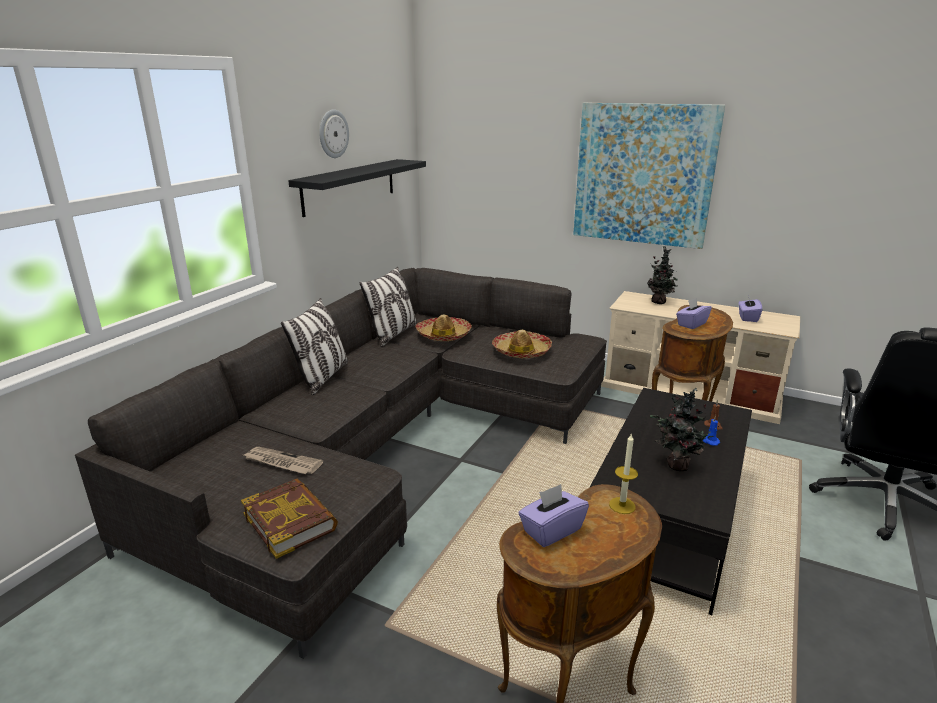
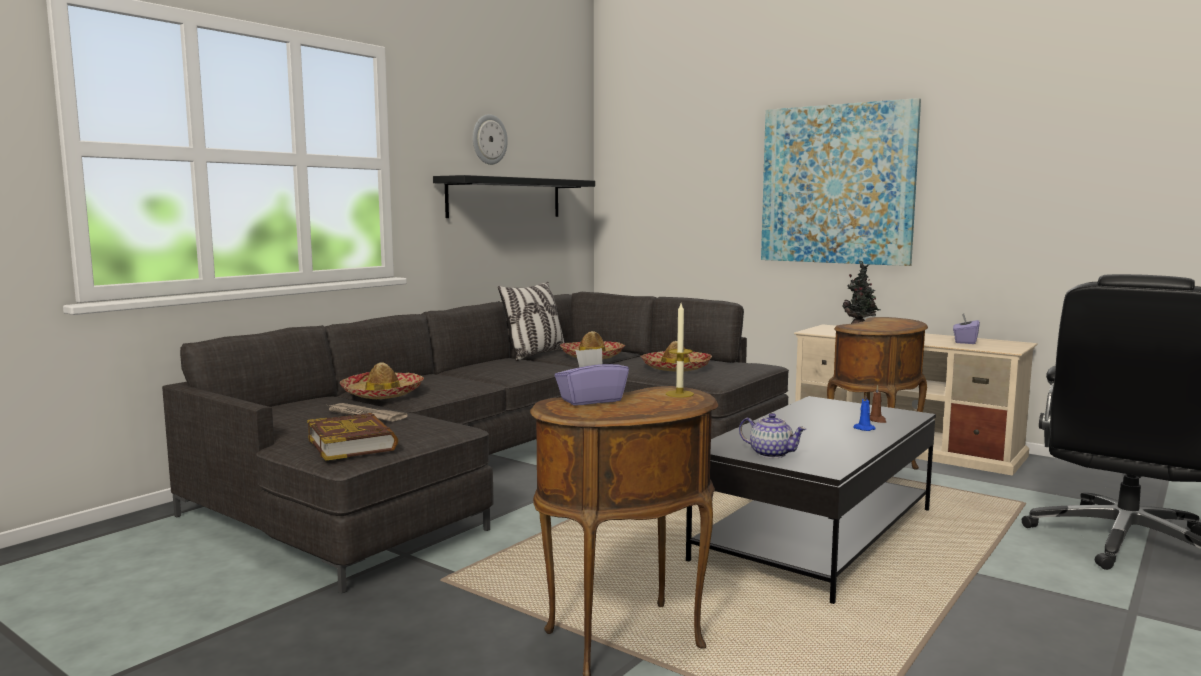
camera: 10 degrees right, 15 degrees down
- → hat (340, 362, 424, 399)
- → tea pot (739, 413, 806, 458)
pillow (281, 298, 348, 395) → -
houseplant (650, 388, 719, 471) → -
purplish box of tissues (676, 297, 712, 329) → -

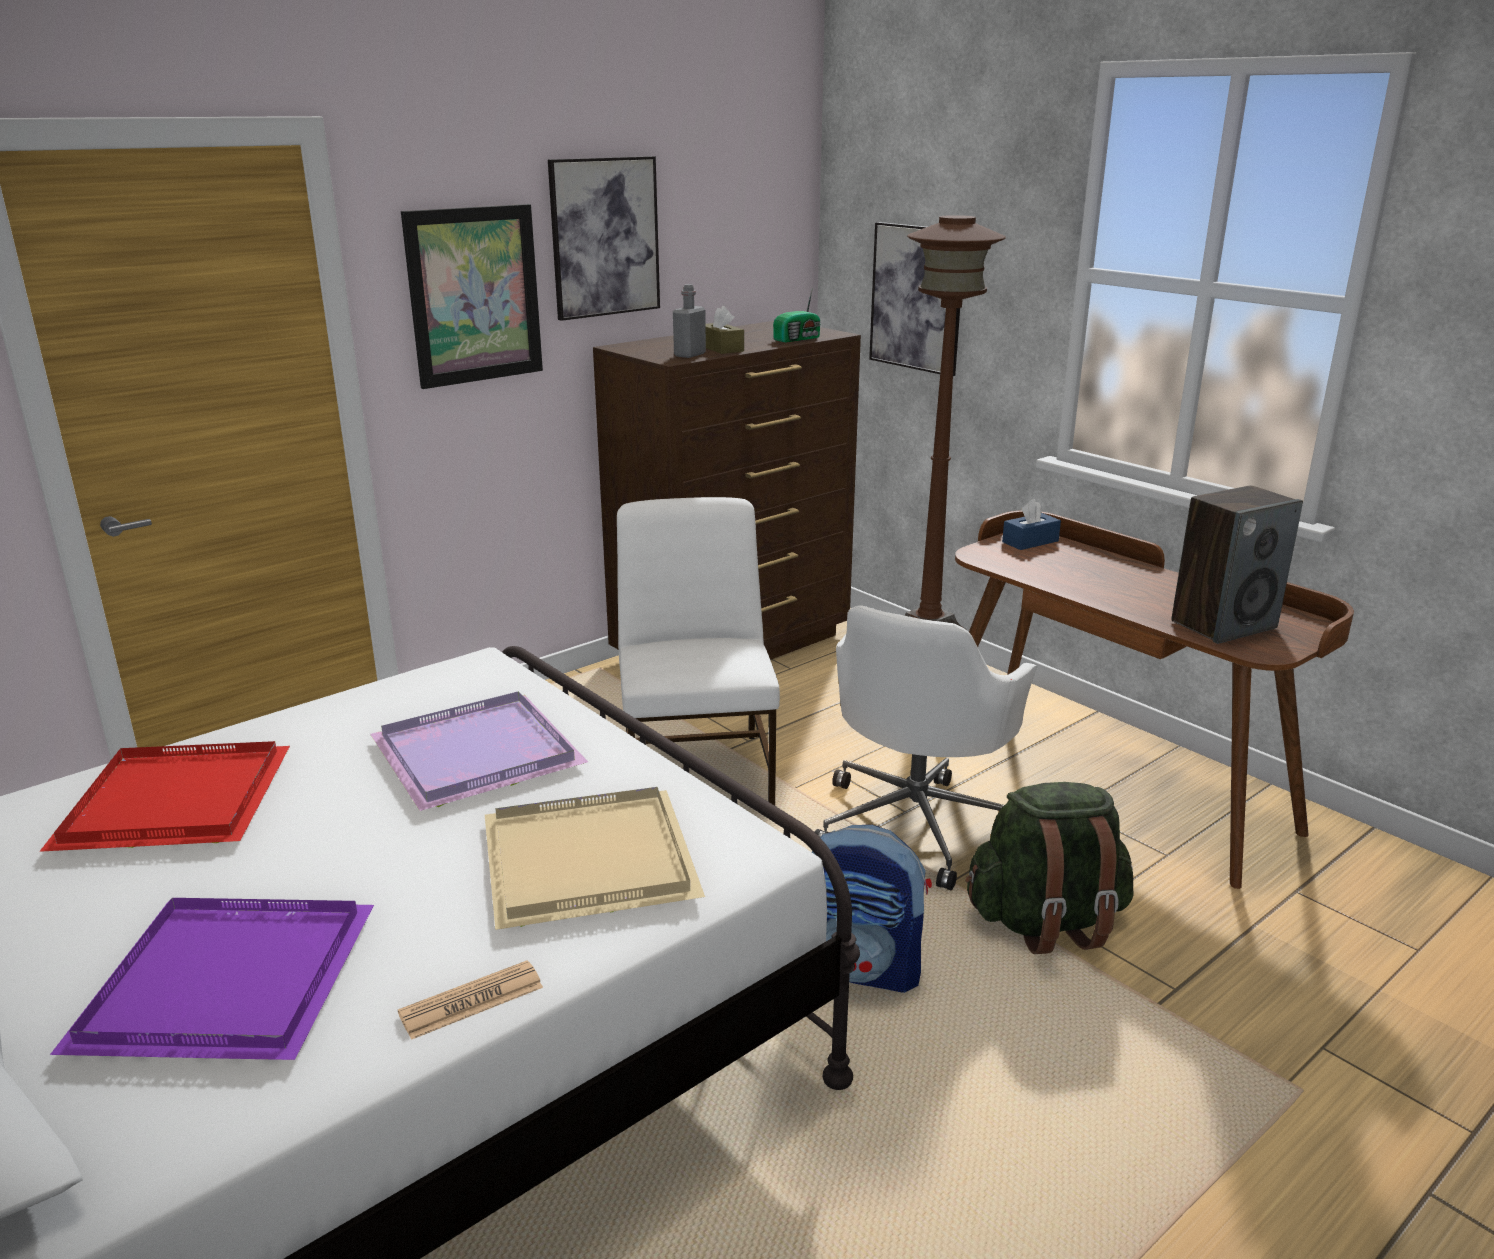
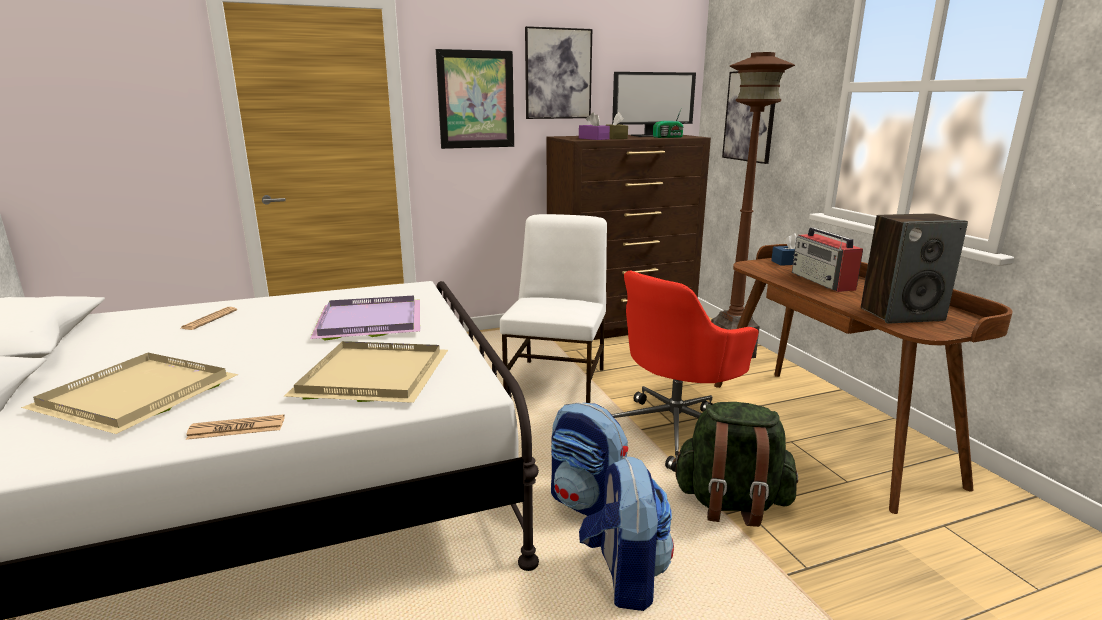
camera: 20 degrees right, 5 degrees down
purplish serving tray (50, 898, 374, 1060) → sand-coloured serving tray (21, 353, 239, 434)
red-coloured serving tray (39, 741, 290, 852) → printed paper (181, 307, 237, 330)
gray bottle (673, 284, 706, 358) → purplish box of tissues (579, 112, 610, 140)
- → backpack (579, 456, 674, 611)
whitish desk chair (815, 605, 1037, 890) → red-coloured desk chair (611, 271, 759, 472)
- → computer screen (612, 72, 696, 137)
- → radio receiver (792, 227, 863, 292)

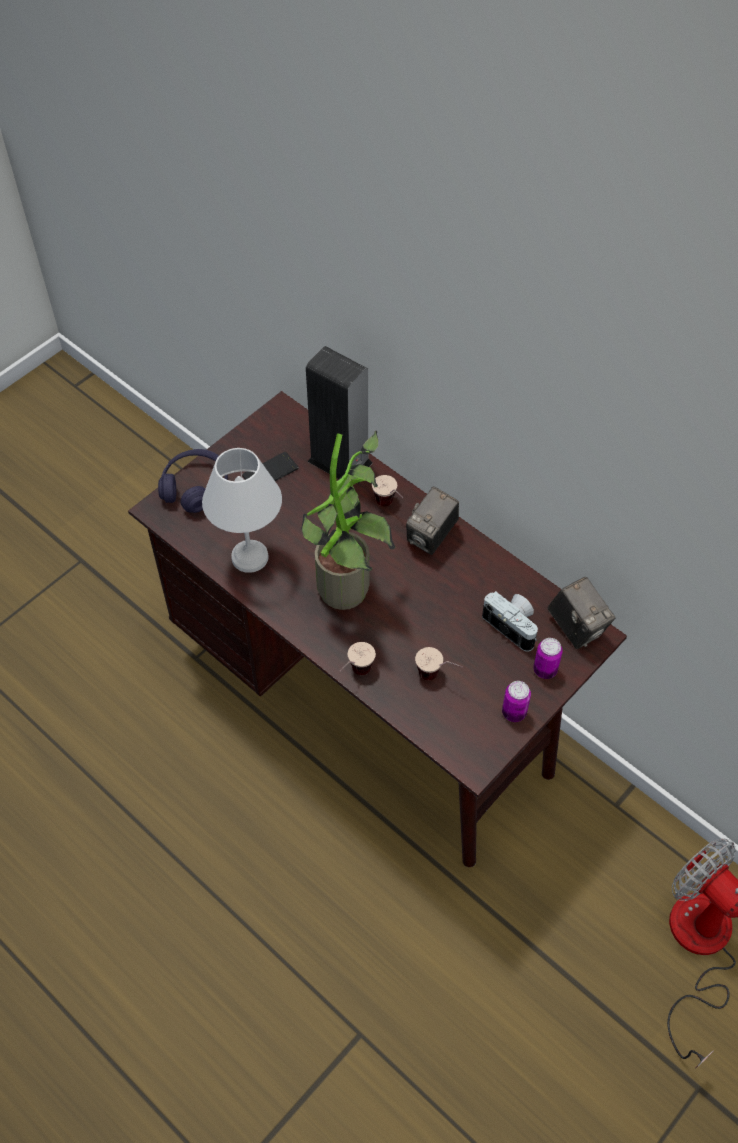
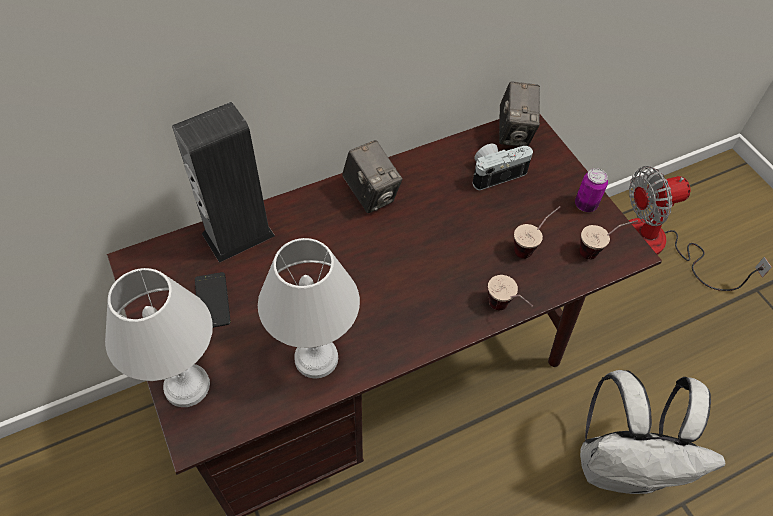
camera: 70 degrees left, 0 degrees up
purplish headset (158, 449, 228, 513) → whitish tabletop lamp (105, 268, 213, 407)
still camera (547, 577, 616, 649) → still camera (499, 82, 540, 146), 105 degrees clockwise
small cup (372, 475, 403, 507) → small cup (579, 220, 638, 260), move
- → whitish backpack (580, 370, 725, 494)
houseplant (301, 431, 395, 610) → -
sealed can (533, 638, 563, 679) → -

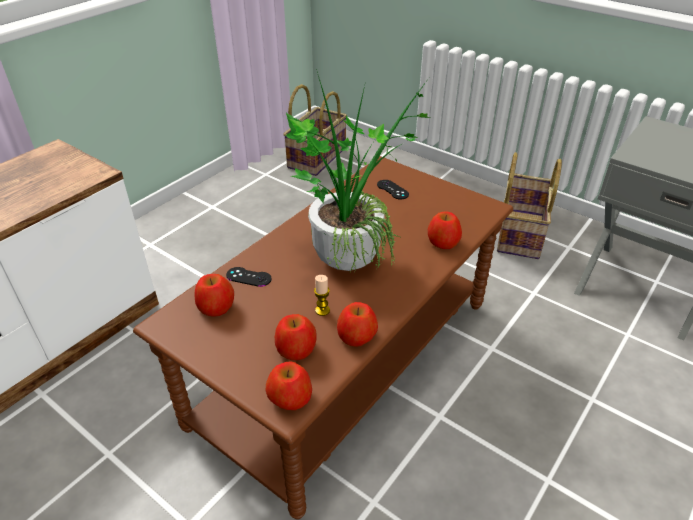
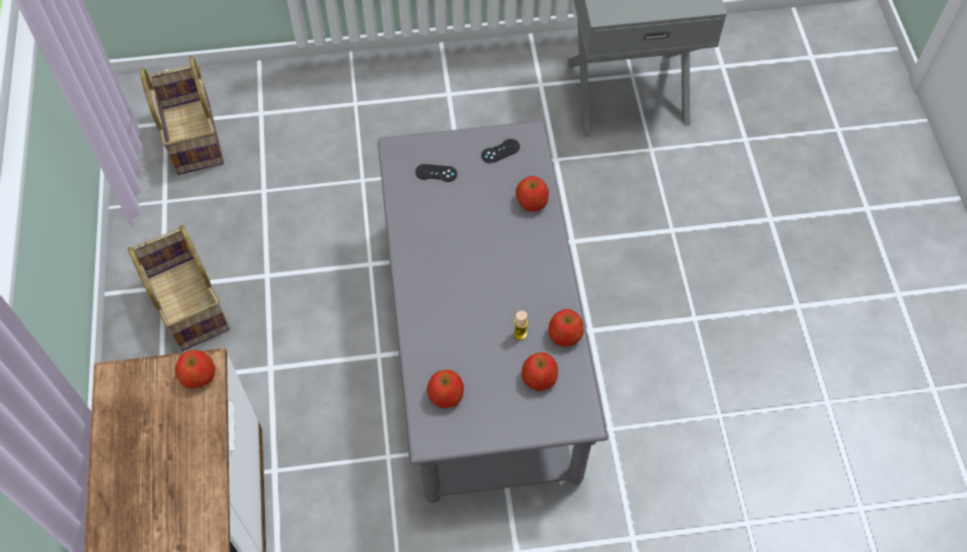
camera: 45 degrees left, 20 degrees up
storage basket (497, 152, 562, 259) → storage basket (128, 225, 229, 351), move
apple (266, 361, 312, 410) → apple (175, 350, 215, 388), move
brown-coloured lounge table (133, 156, 513, 519) → gray lounge table (378, 121, 608, 503)
black joypad (226, 267, 272, 287) → black joypad (481, 139, 520, 163), move
houseplant (286, 69, 430, 272) → -

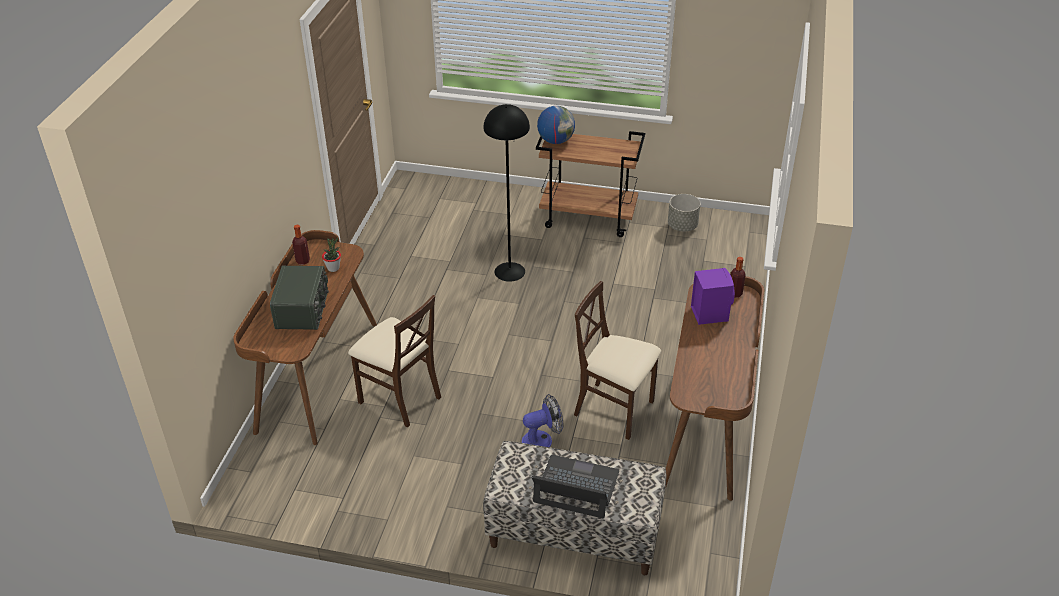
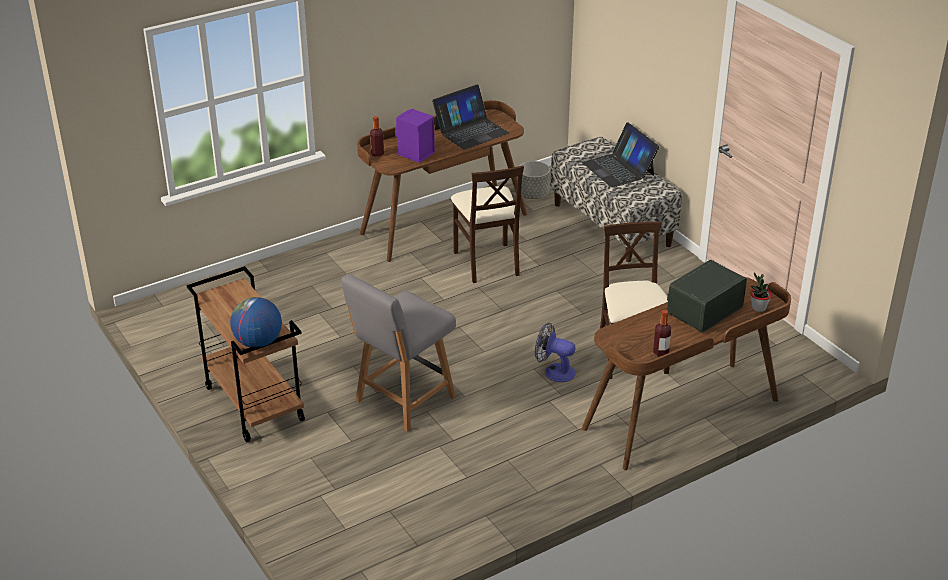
camera: 135 degrees left, 5 degrees down
black standing lamp (483, 104, 530, 282) → gray upright chair (341, 274, 456, 432)
- → notebook computer (432, 84, 509, 150)
gray flower pot (668, 194, 701, 231) → gray flower pot (519, 161, 550, 199), move
electric fan (522, 394, 564, 447) → electric fan (535, 323, 576, 382), move
houseplant (322, 237, 341, 272) → houseplant (750, 272, 772, 312), move

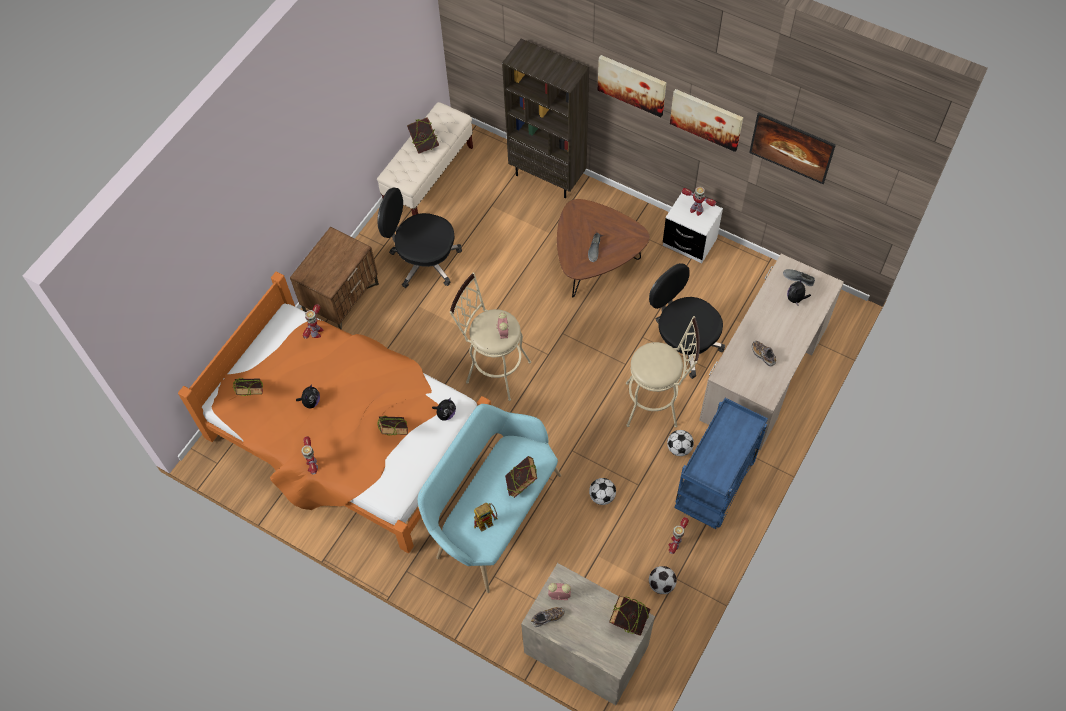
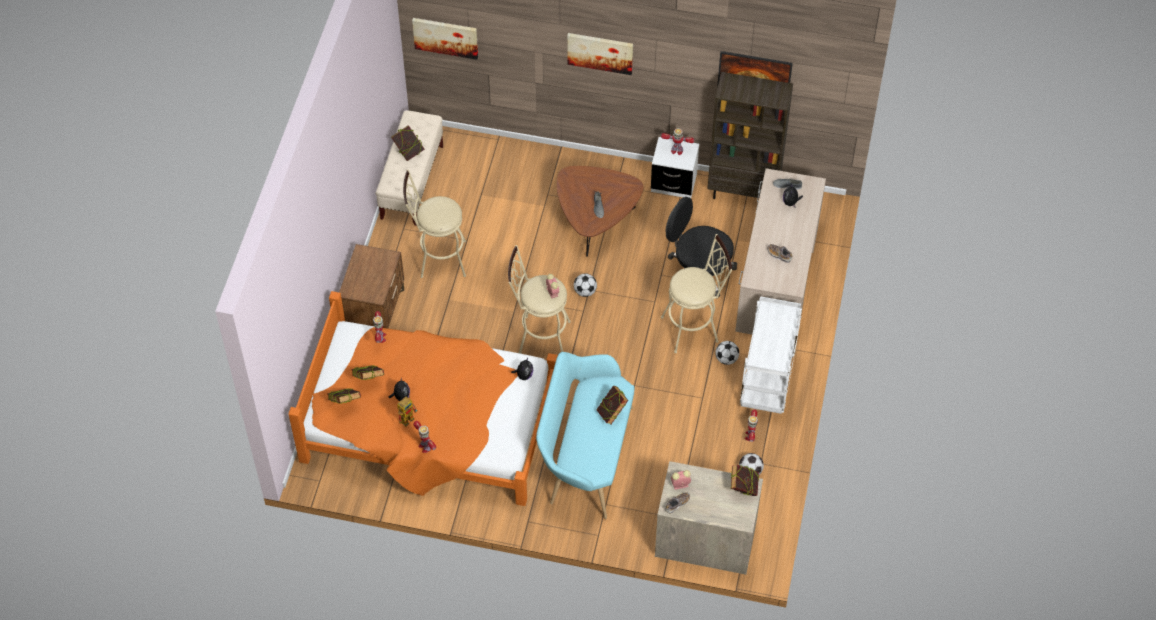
camera: 20 degrees left, 5 degrees down
bound book (377, 416, 408, 435) → bound book (351, 365, 384, 380), move
model robot (474, 503, 498, 532) → model robot (397, 396, 418, 426), move
black desk chair (377, 187, 462, 288) → sand-coloured stool seat (403, 169, 466, 278)
wall picture (670, 89, 743, 152) → wall picture (412, 18, 478, 60), move
football ball (589, 478, 616, 505) → football ball (574, 273, 597, 297), move
brown-coloured shelving unit (502, 39, 589, 198) → brown-coloured shelving unit (707, 72, 793, 199), move
blue wheeled cart (675, 398, 768, 529) → whitish wheeled cart (740, 296, 802, 414)

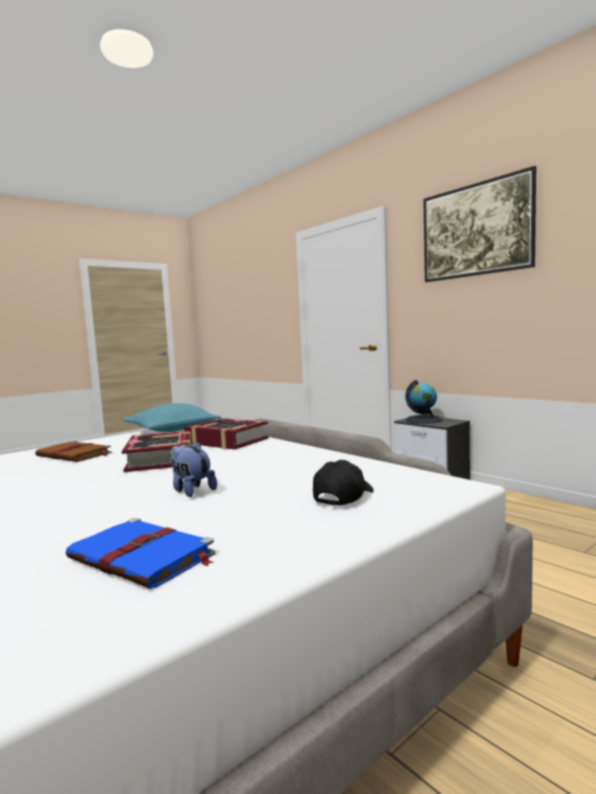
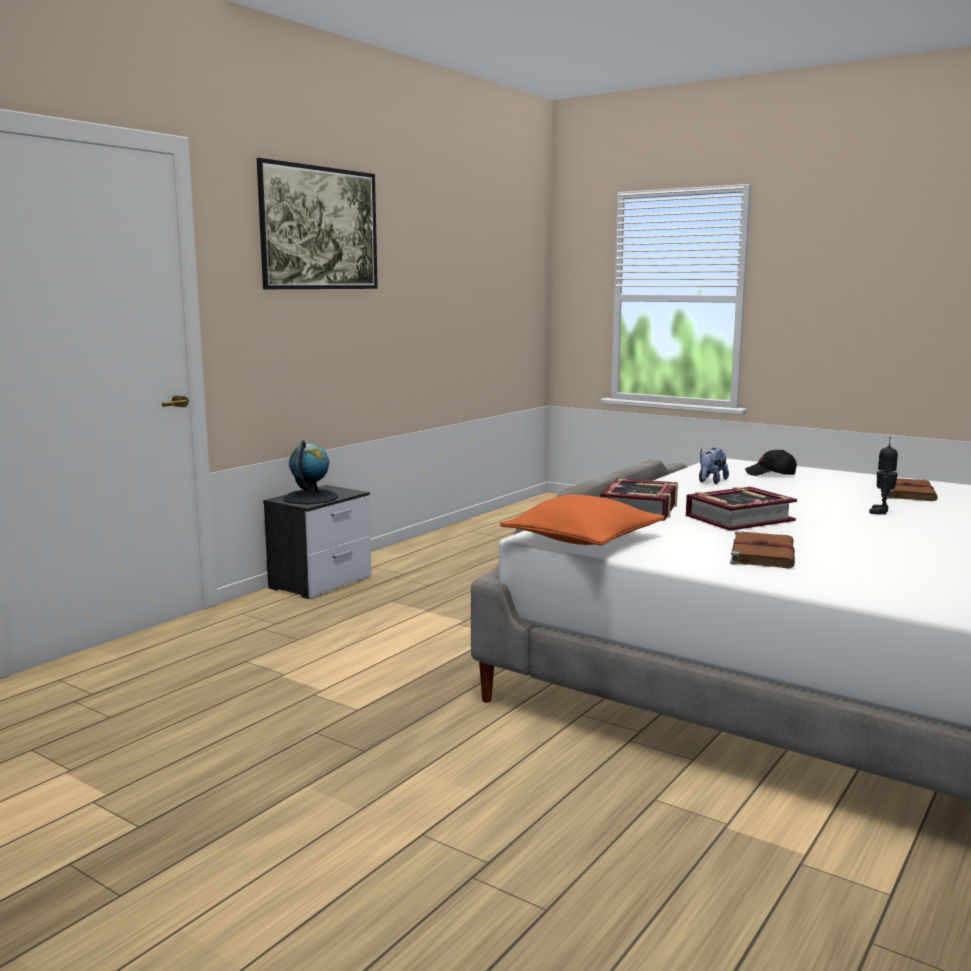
camera: 105 degrees left, 5 degrees up
blue-green pillow (123, 403, 221, 432) → orange-coloured pillow (500, 495, 665, 545)
cuddly toy (170, 441, 217, 497) → cuddly toy (699, 448, 729, 484), move
- → model robot (869, 437, 898, 514)
blue bound book (66, 518, 215, 589) → brown-coloured bound book (887, 478, 938, 501)

